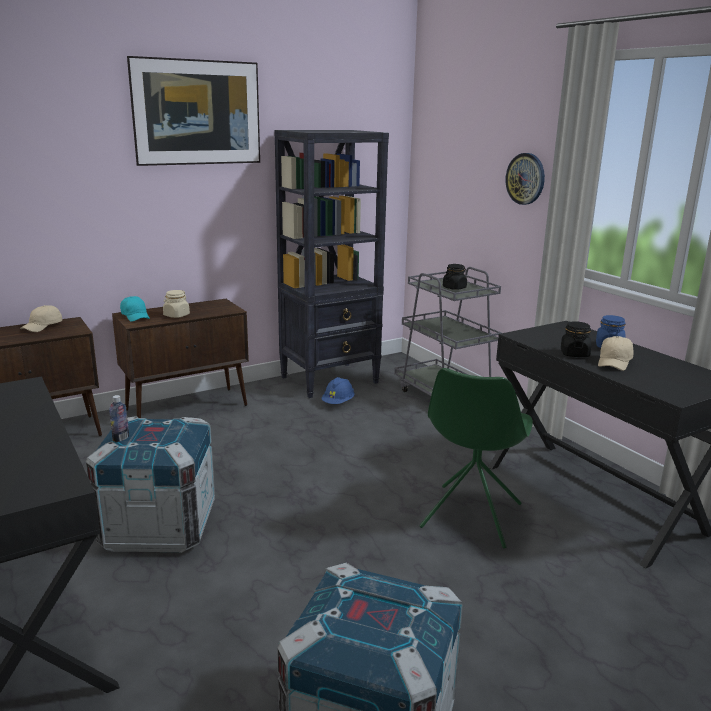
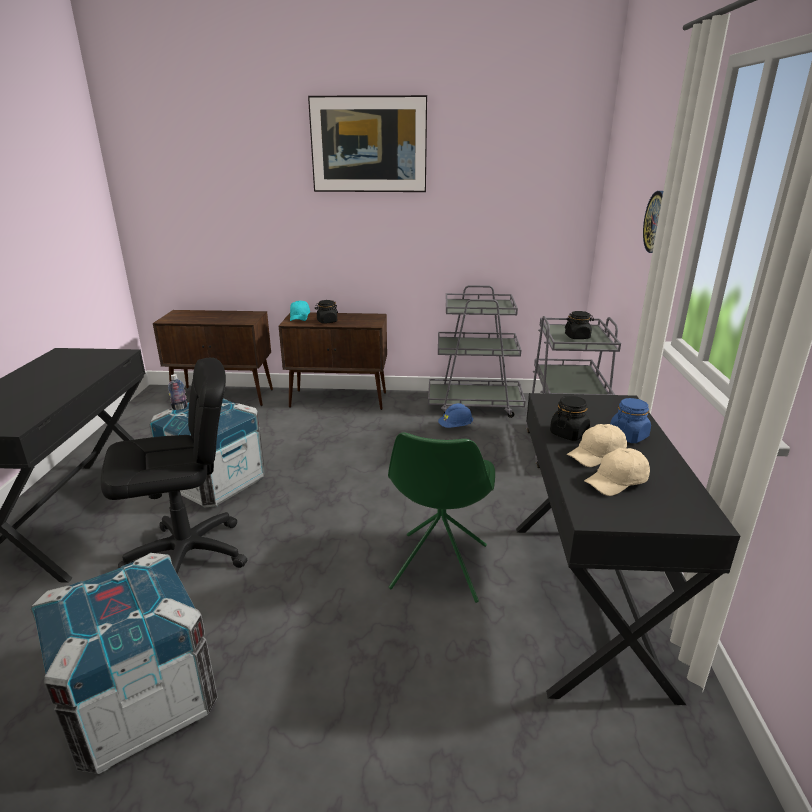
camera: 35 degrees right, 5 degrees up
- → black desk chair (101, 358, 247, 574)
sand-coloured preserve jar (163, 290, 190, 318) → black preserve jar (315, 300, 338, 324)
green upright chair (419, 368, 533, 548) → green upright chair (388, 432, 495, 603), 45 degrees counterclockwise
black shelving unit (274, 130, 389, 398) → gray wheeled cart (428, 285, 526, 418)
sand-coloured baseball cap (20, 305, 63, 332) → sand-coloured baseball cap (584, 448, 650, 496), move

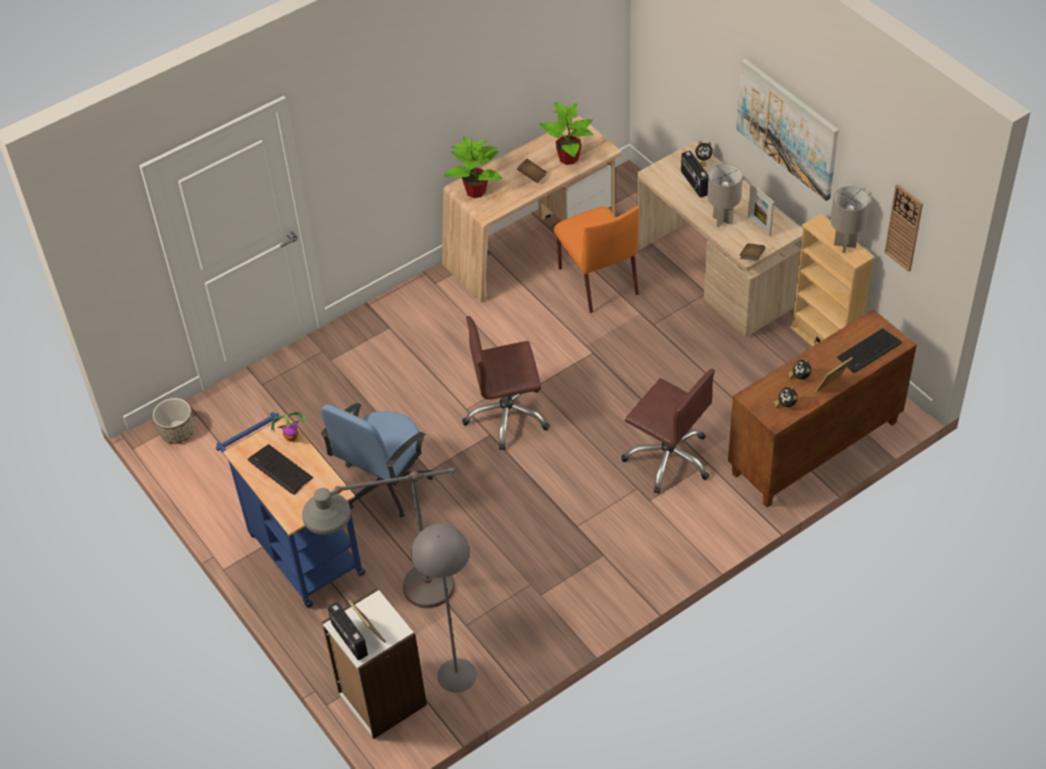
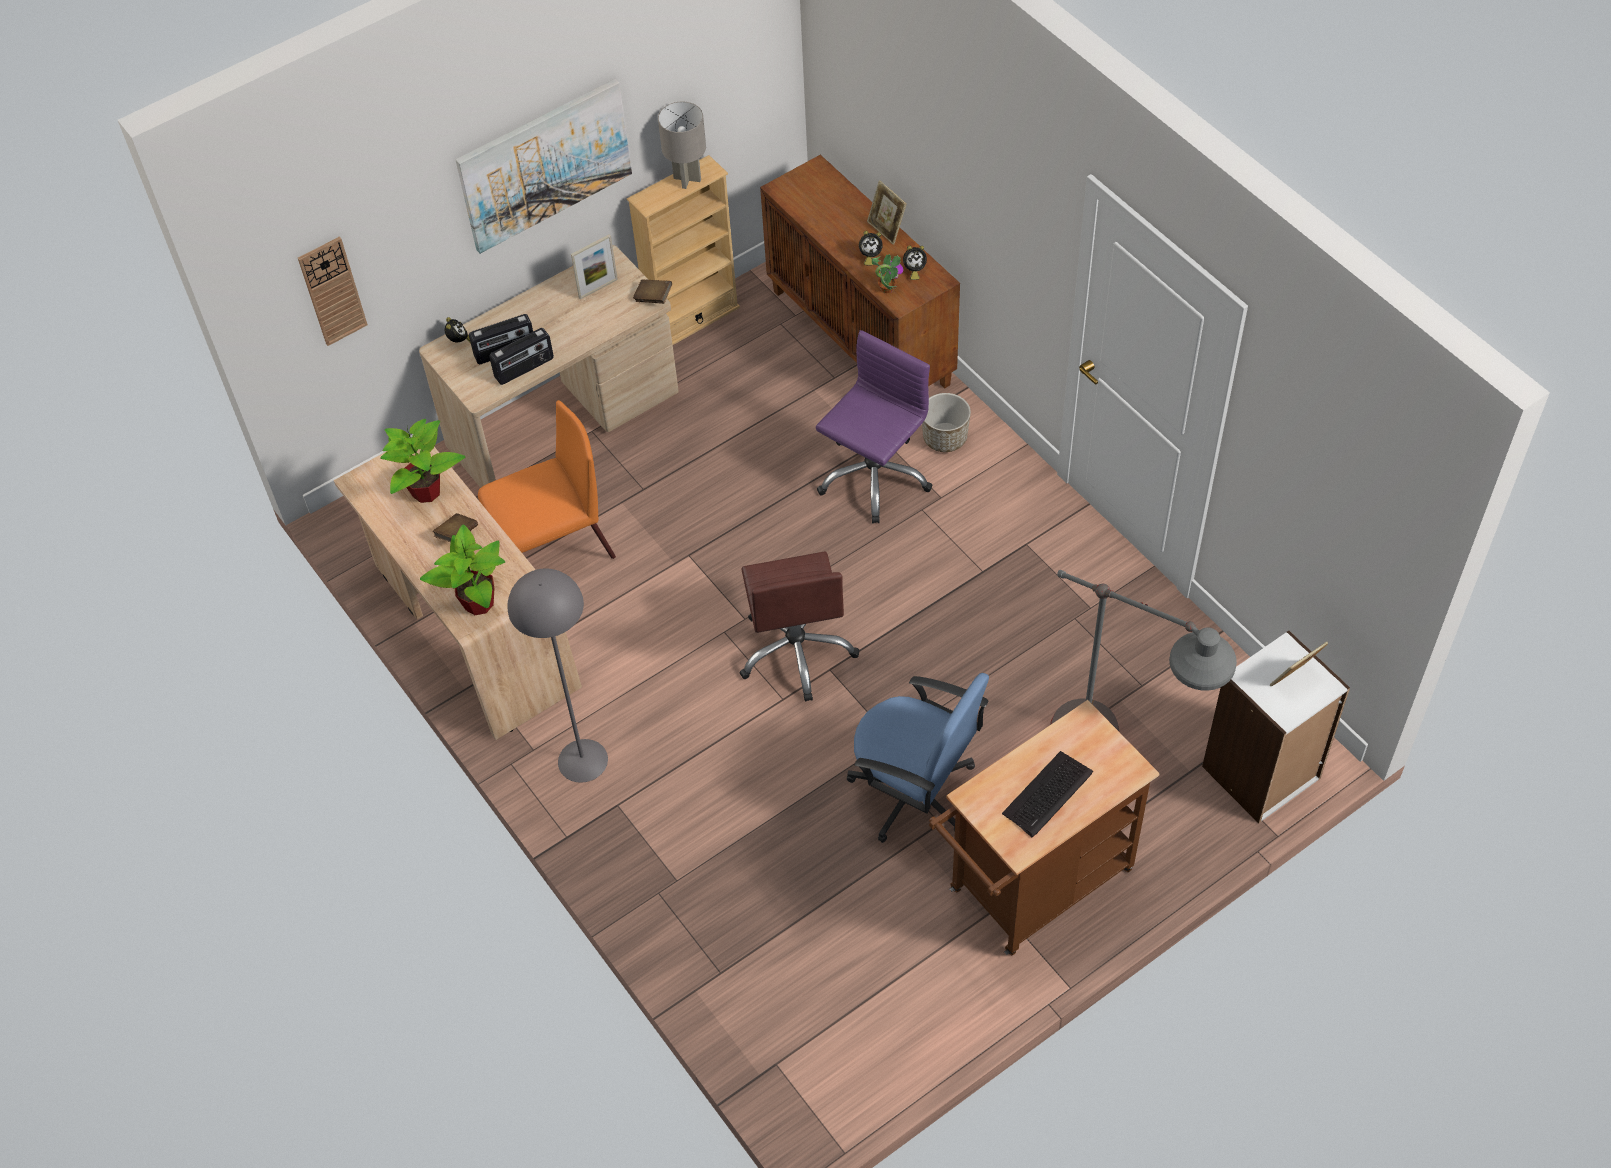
camera: 90 degrees left, 5 degrees up
hanging clock (884, 184, 923, 272) → hanging clock (298, 236, 368, 346), move
radio receiver (328, 602, 368, 661) → radio receiver (489, 328, 554, 385), move
gray standing lamp (411, 524, 477, 693) → gray standing lamp (507, 568, 608, 782), move
brown-coloured desk chair (621, 369, 715, 494) → purplish desk chair (816, 330, 932, 523)
houseplant (271, 412, 307, 442) → houseplant (872, 254, 903, 293), move
flower pot (153, 398, 194, 444) → flower pot (922, 393, 971, 452), move
blue wheeled cart (216, 412, 366, 608) → brown-coloured wheeled cart (929, 700, 1160, 955)
gray tabletop lamp (707, 163, 743, 227) → -
computer keyboard (837, 328, 902, 373) → -

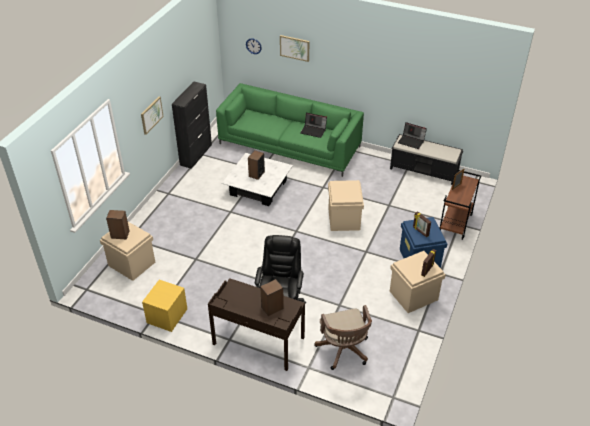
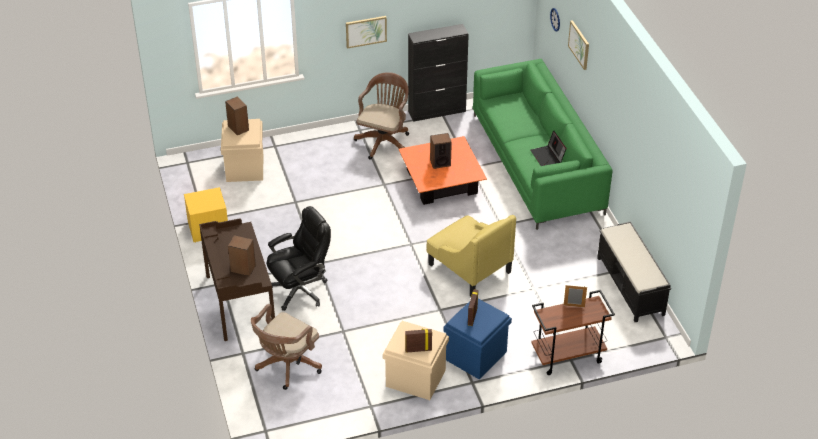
camera: 50 degrees right, 0 degrees up
- → brown-coloured desk chair (354, 72, 409, 160)
whitish lounge table (222, 153, 293, 206) → orange-coloured lounge table (399, 136, 487, 205)
sand-coloured storage bin (328, 180, 364, 231) → yellow-coloured armchair (426, 215, 516, 297)
notebook computer (398, 122, 427, 149) → -

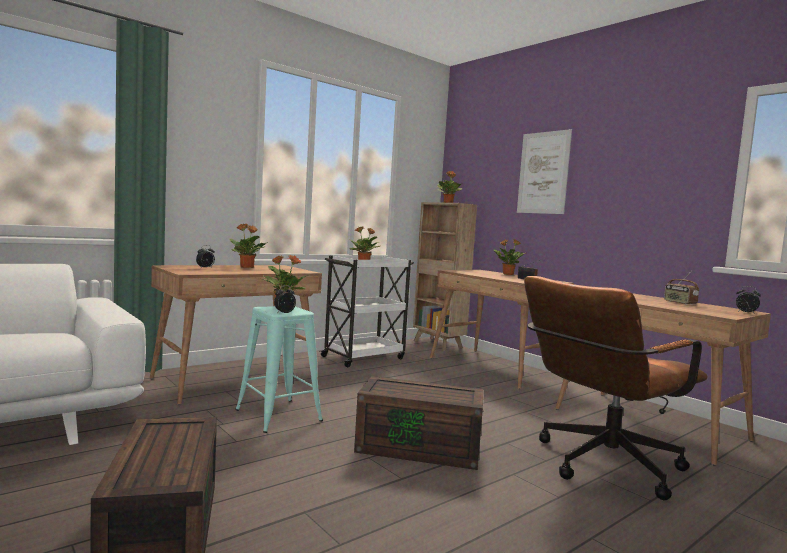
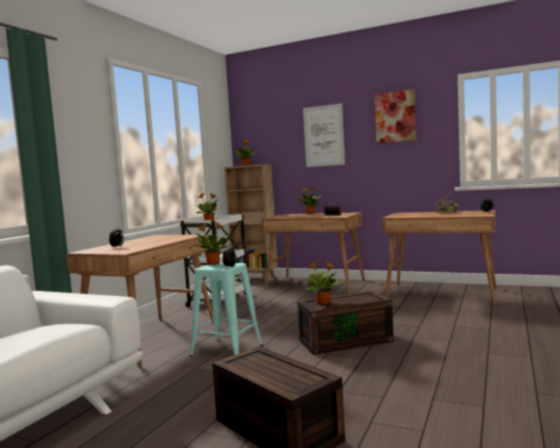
camera: 25 degrees left, 0 degrees up
houseplant (230, 224, 268, 268) → houseplant (305, 262, 341, 305), move
- → wall picture (375, 89, 416, 143)
brown-coloured desk chair (524, 276, 708, 500) → -

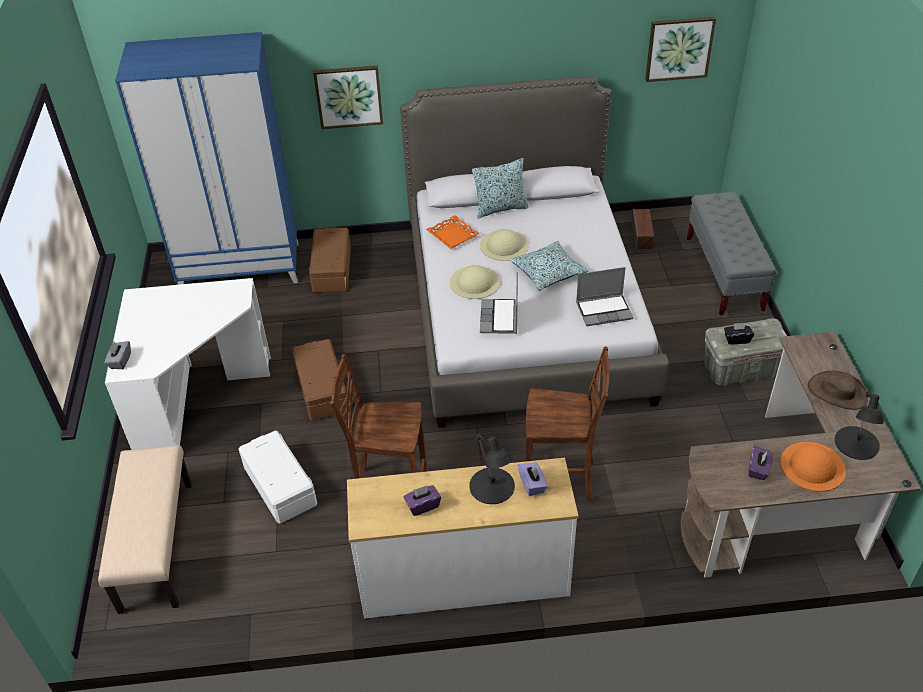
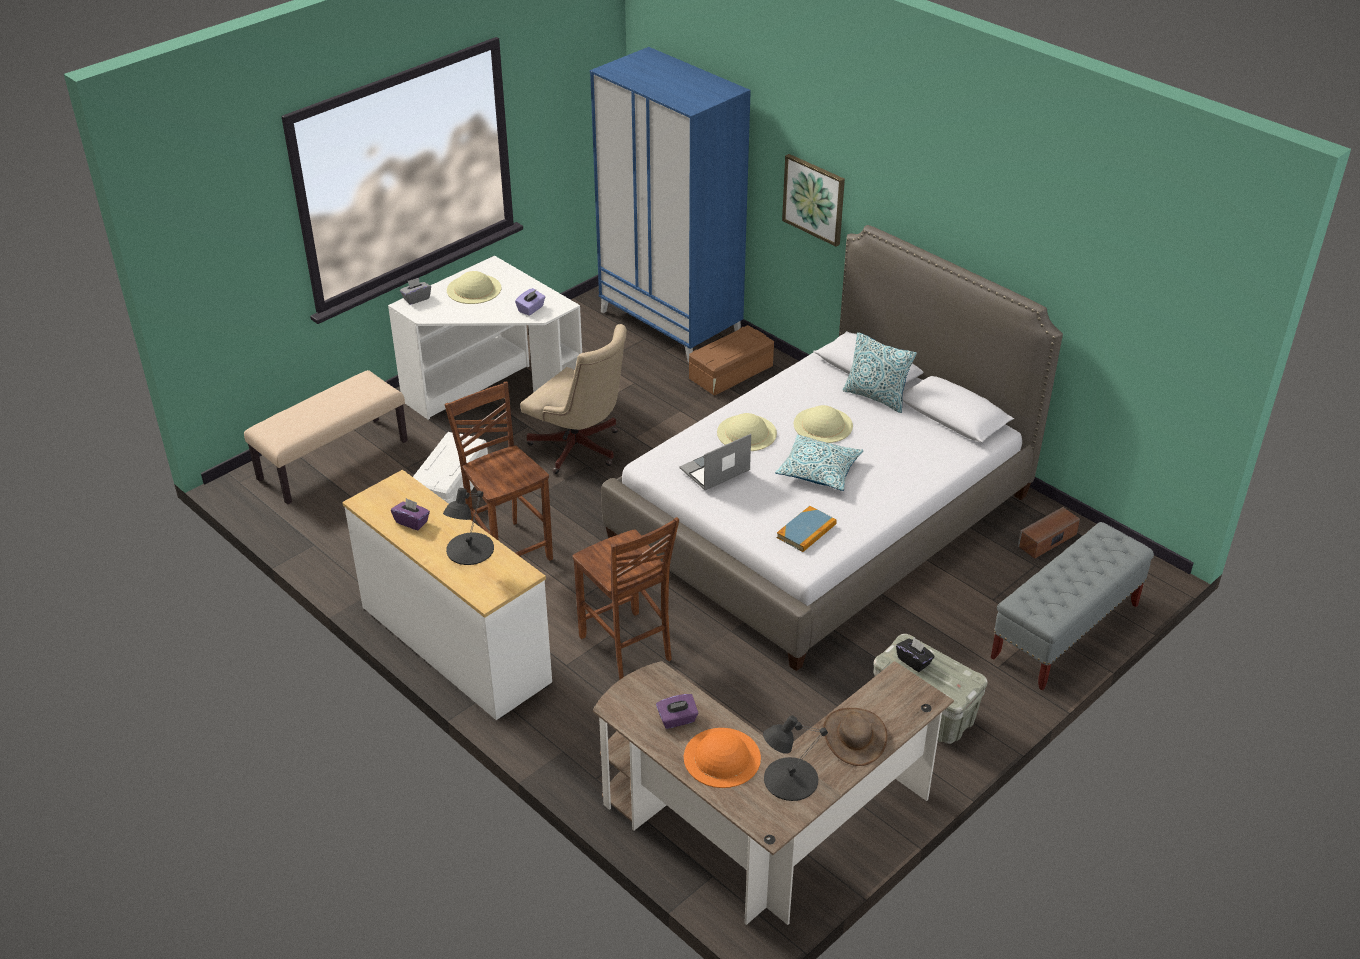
camera: 50 degrees right, 5 degrees down
- → sand-coloured hat (447, 271, 501, 304)
purplish box of tissues (518, 462, 548, 496) → purplish box of tissues (515, 288, 545, 316), move
brown-coloured storage bin (292, 339, 347, 420) → sand-coloured desk chair (520, 324, 627, 474)
notebook computer (576, 267, 633, 326) → bound book (777, 506, 837, 552)
orange-coloured serving tray (426, 215, 480, 249) → -
wall picture (645, 17, 716, 82) → -

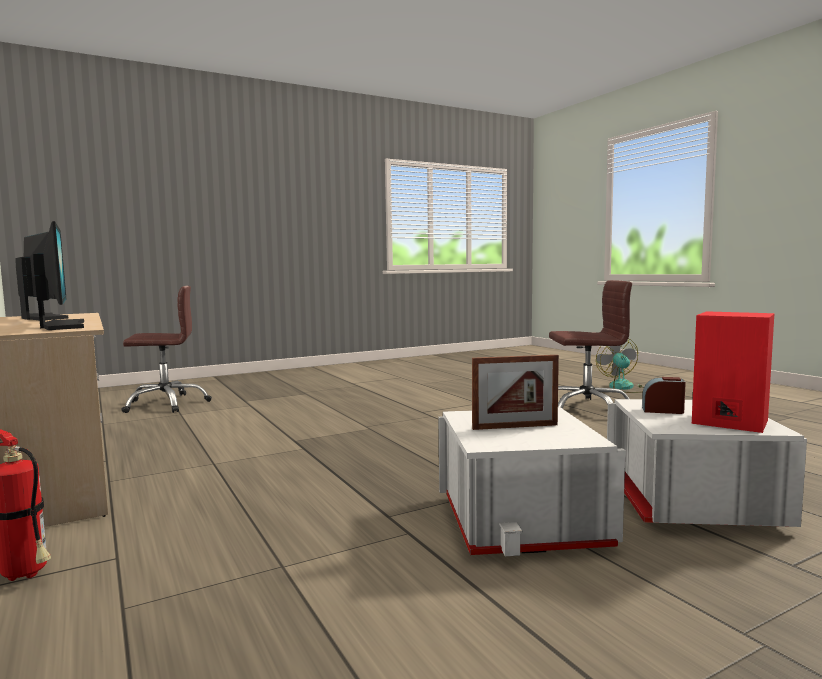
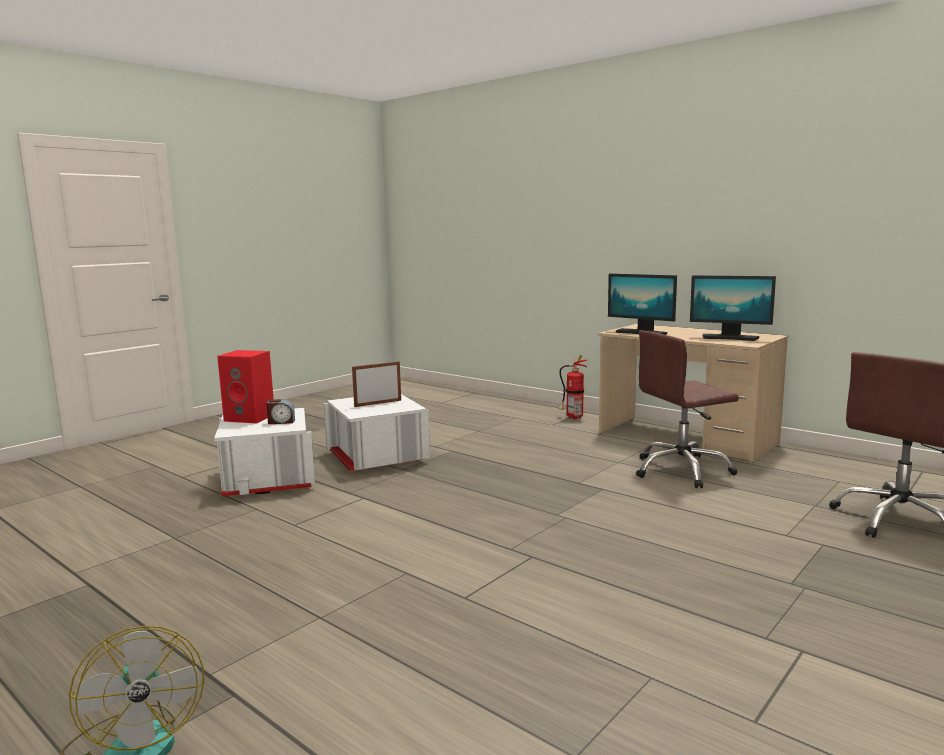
camera: 160 degrees right, 5 degrees up
brown-coloured desk chair (549, 280, 632, 409) → brown-coloured desk chair (636, 330, 739, 488), move

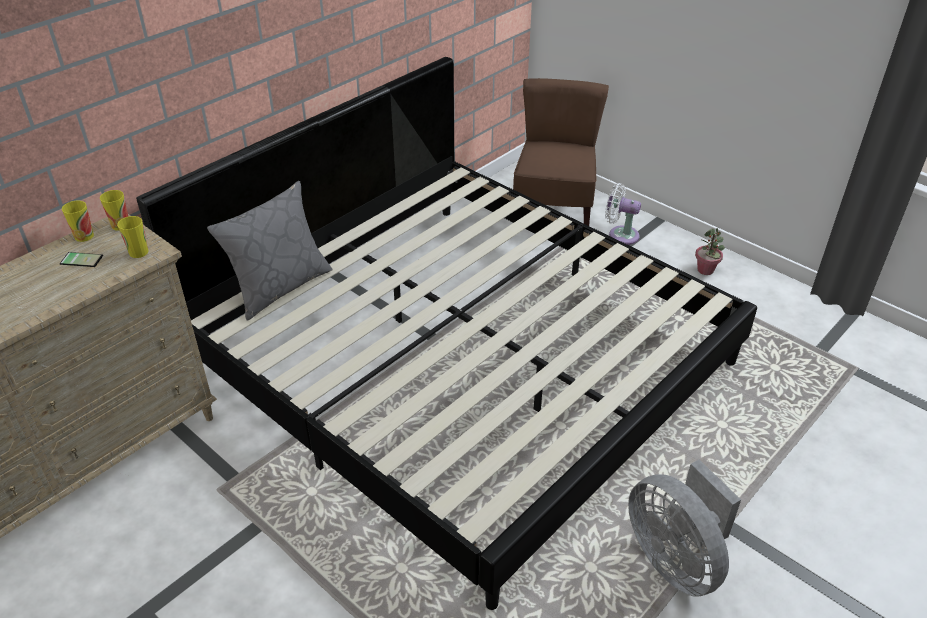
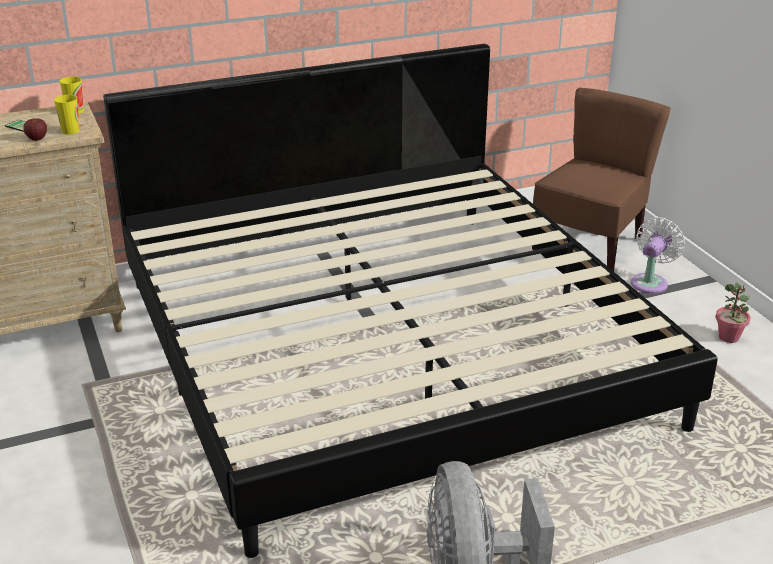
camera: 25 degrees right, 10 degrees down
- → apple (23, 118, 47, 141)
whitish electric fan (605, 183, 641, 245) → whitish electric fan (631, 217, 685, 294), 75 degrees clockwise
small cup (62, 201, 94, 242) → -
gray pillow (207, 181, 333, 321) → -

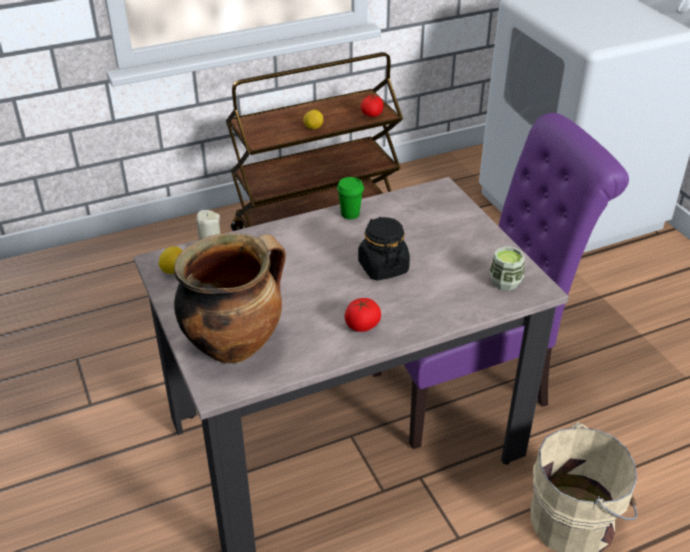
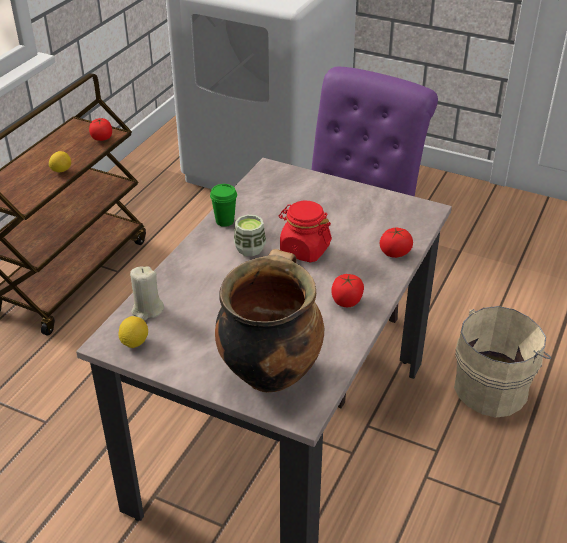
camera: 40 degrees left, 0 degrees up
small cup (489, 246, 525, 291) → small cup (234, 215, 266, 256), move
black preserve jar (358, 217, 410, 281) → red-coloured preserve jar (279, 201, 332, 262)
- → fresh tomato (380, 228, 413, 258)

